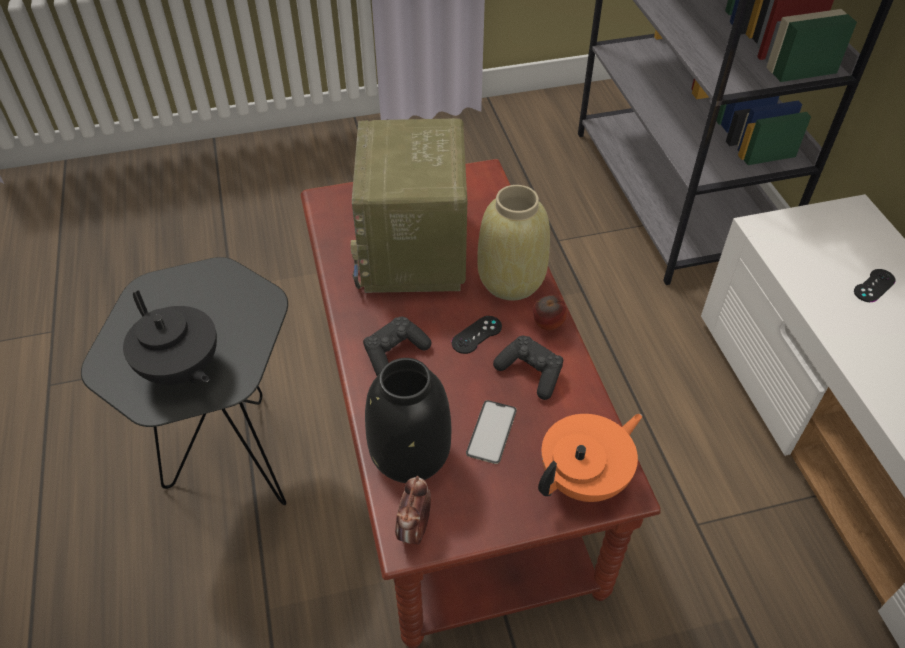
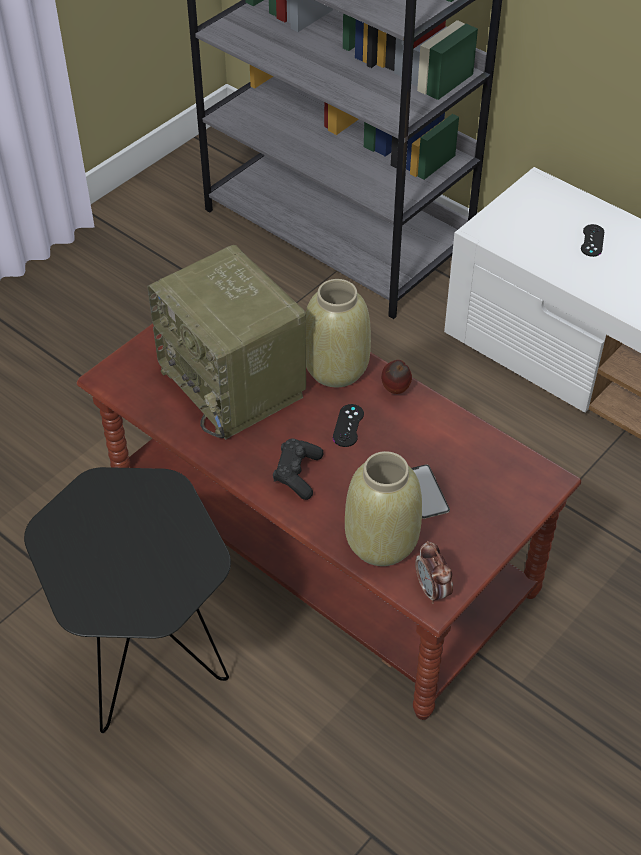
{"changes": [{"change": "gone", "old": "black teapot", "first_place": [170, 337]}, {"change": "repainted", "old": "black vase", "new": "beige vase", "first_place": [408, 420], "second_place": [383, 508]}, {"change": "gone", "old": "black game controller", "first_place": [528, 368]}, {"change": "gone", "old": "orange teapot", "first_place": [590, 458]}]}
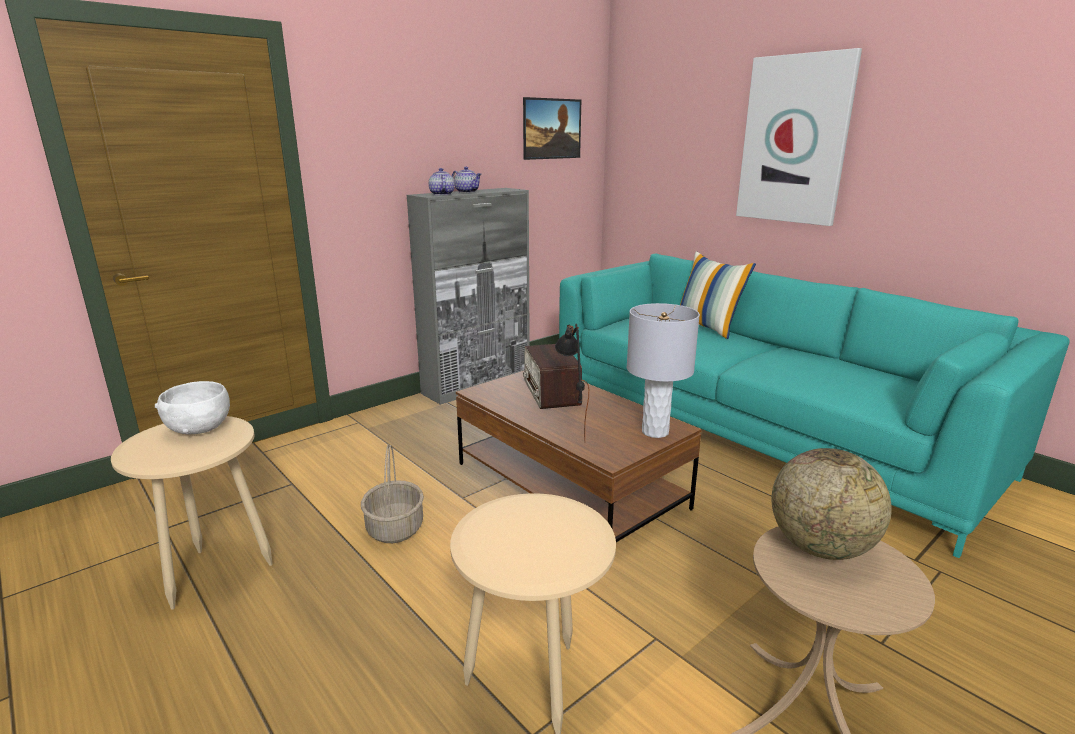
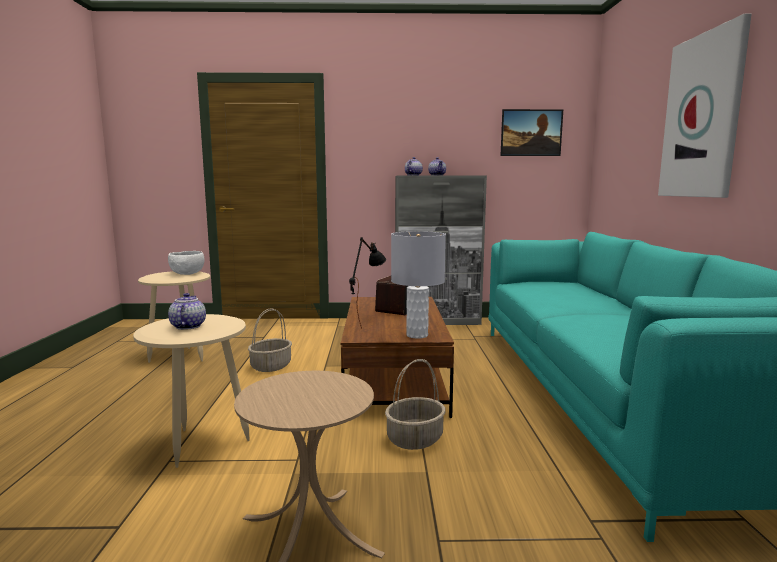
{"changes": [{"change": "gone", "old": "pillow", "first_place": [718, 295]}, {"change": "gone", "old": "globe", "first_place": [832, 504]}, {"change": "new", "new": "teapot", "second_place": [187, 311]}, {"change": "new", "new": "basket", "second_place": [415, 404]}]}
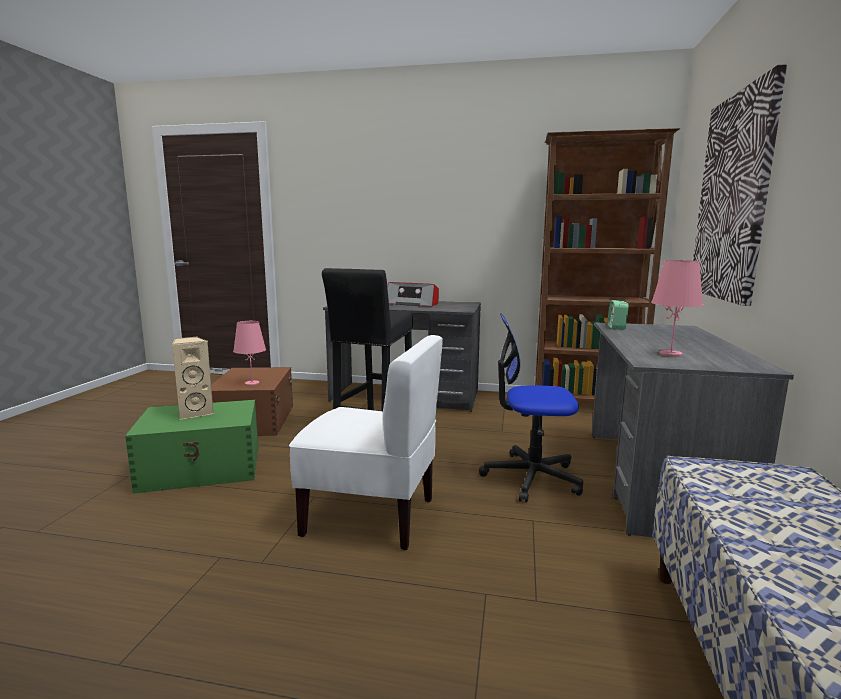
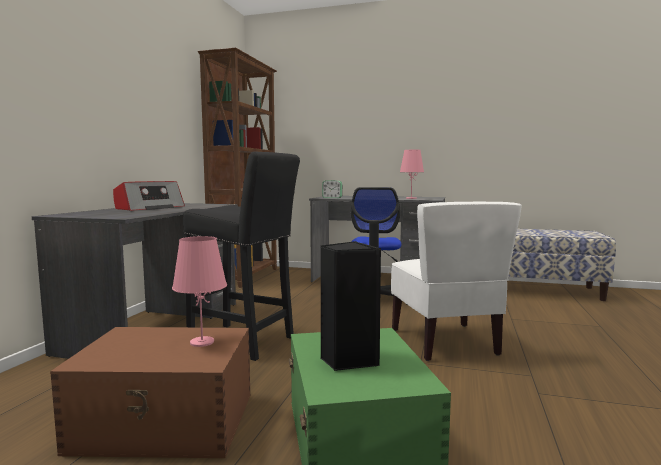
{"changes": [{"change": "repainted", "old": "beige speaker", "new": "black speaker", "first_place": [193, 378], "second_place": [351, 306]}, {"change": "rotated", "old": "white chair", "first_place": [366, 442], "second_place": [456, 281], "degrees": 150}, {"change": "gone", "old": "picture", "first_place": [740, 185]}]}
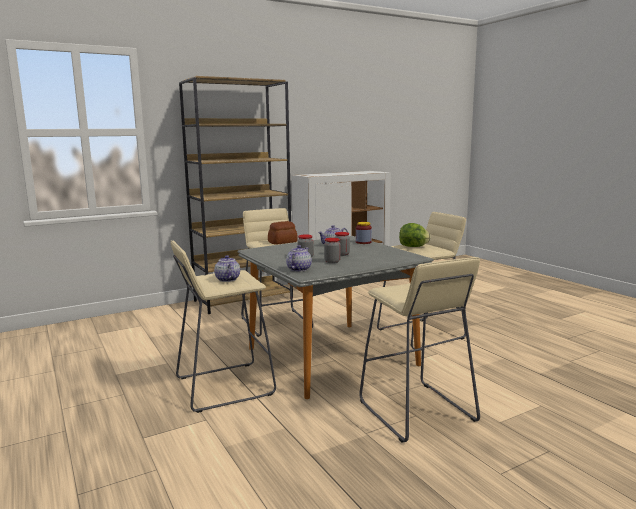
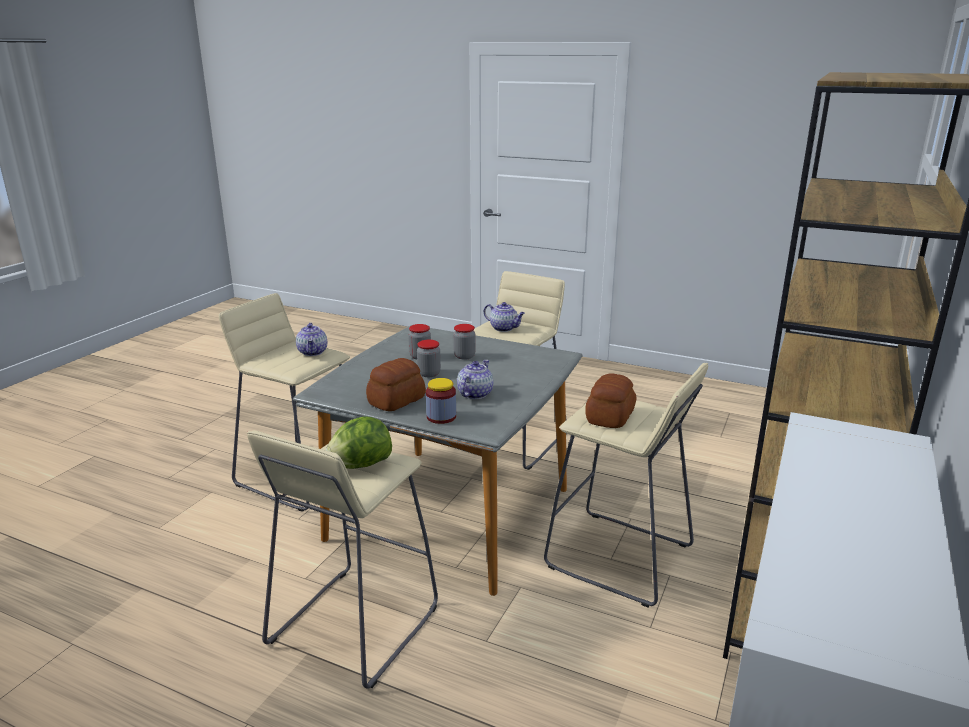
{"changes": [{"change": "shifted", "old": "teapot", "first_place": [299, 258], "second_place": [311, 339]}, {"change": "new", "new": "bread", "second_place": [396, 384]}]}
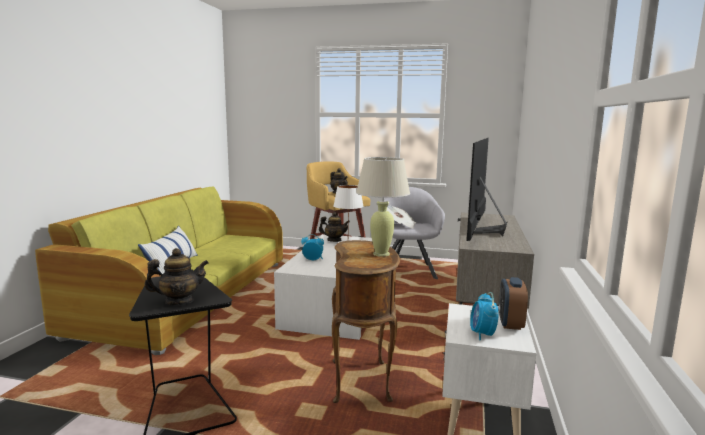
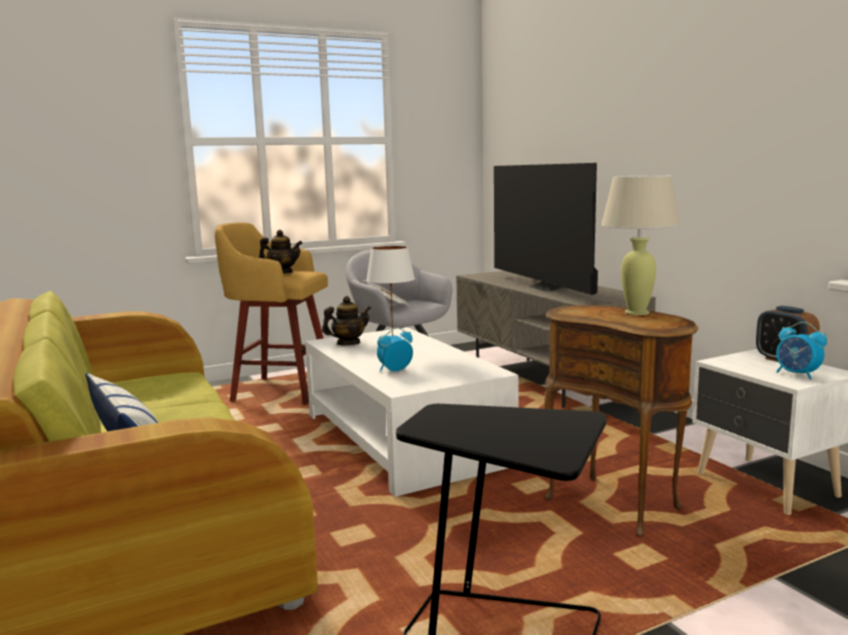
{"changes": [{"change": "gone", "old": "teapot", "first_place": [176, 277]}]}
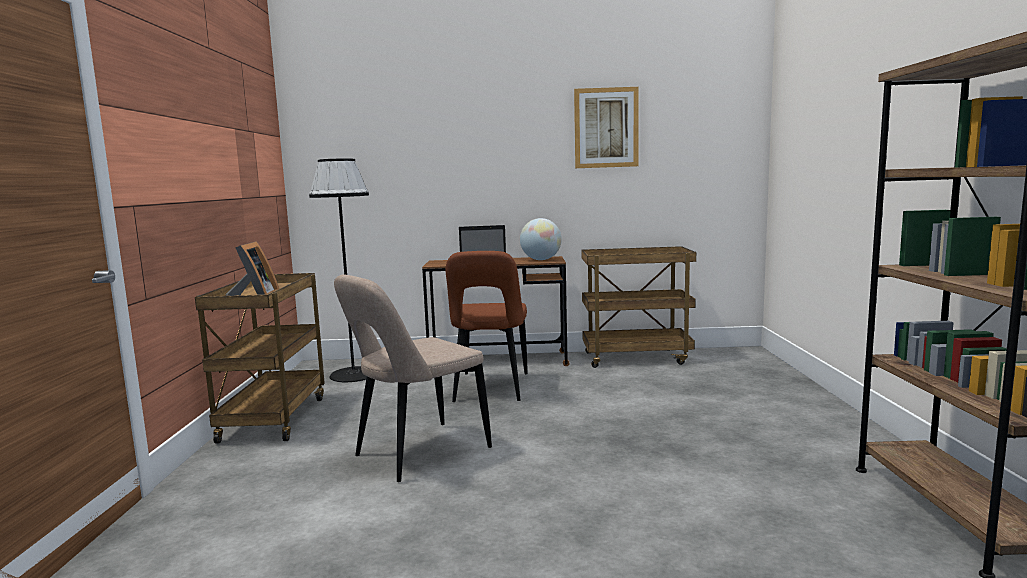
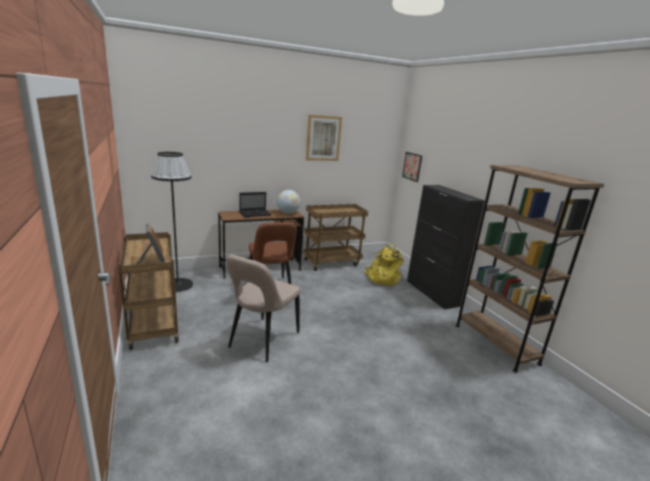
{"changes": [{"change": "new", "new": "yellow backpack", "second_place": [384, 265]}, {"change": "new", "new": "picture", "second_place": [412, 167]}, {"change": "new", "new": "black cabinet", "second_place": [446, 247]}]}
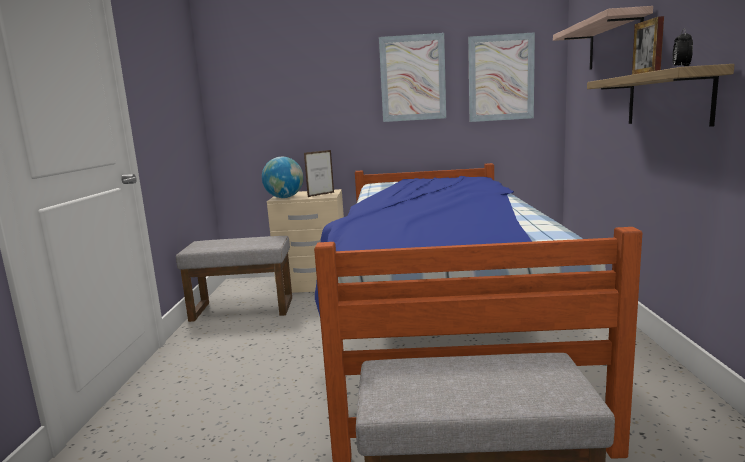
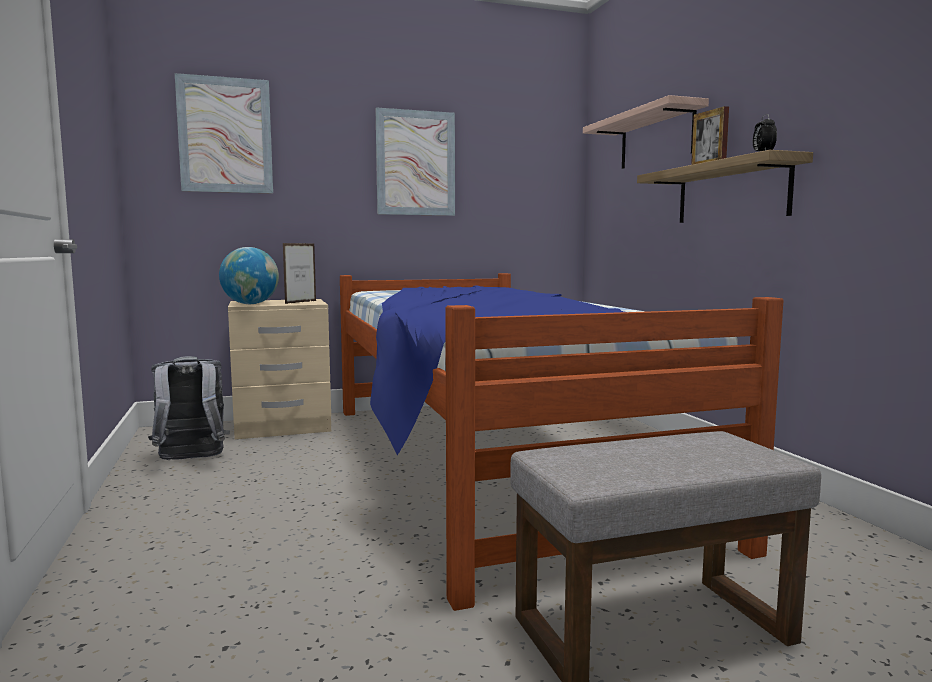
{"changes": [{"change": "swapped", "old": "grey ottoman", "new": "grey backpack", "first_place": [234, 279], "second_place": [189, 408]}, {"change": "shifted", "old": "picture", "first_place": [501, 77], "second_place": [224, 133]}]}
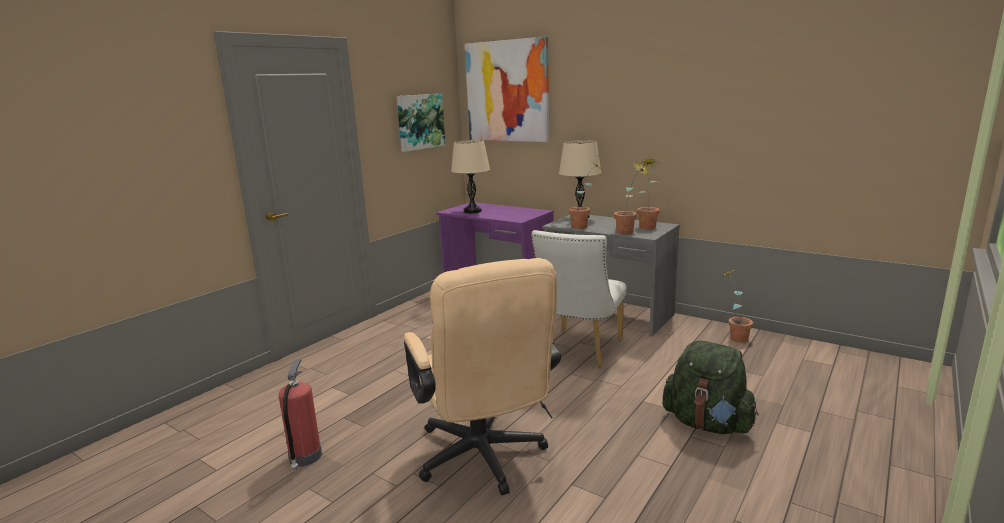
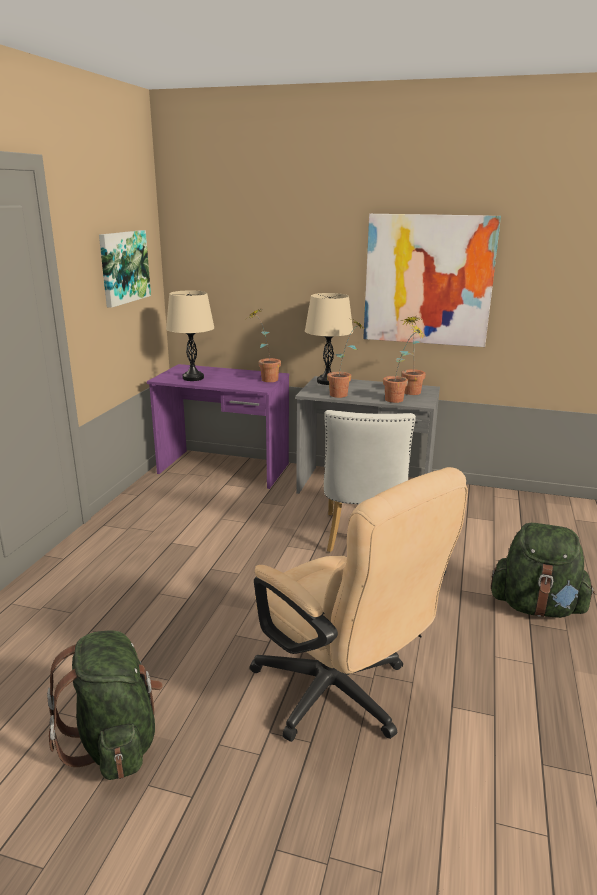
{"changes": [{"change": "swapped", "old": "fire extinguisher", "new": "green backpack", "first_place": [300, 416], "second_place": [105, 705]}, {"change": "shifted", "old": "picture", "first_place": [507, 89], "second_place": [432, 280]}, {"change": "shifted", "old": "potted plant", "first_place": [737, 306], "second_place": [264, 345]}]}
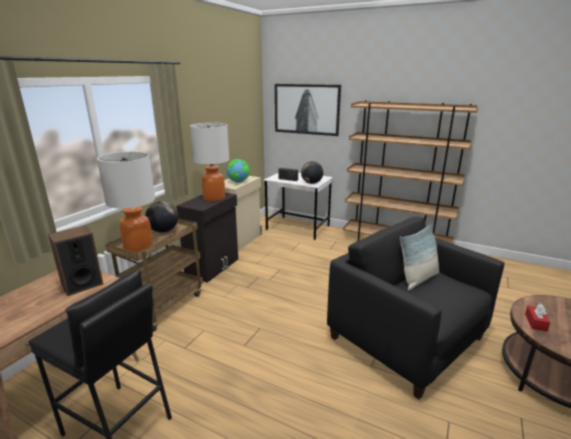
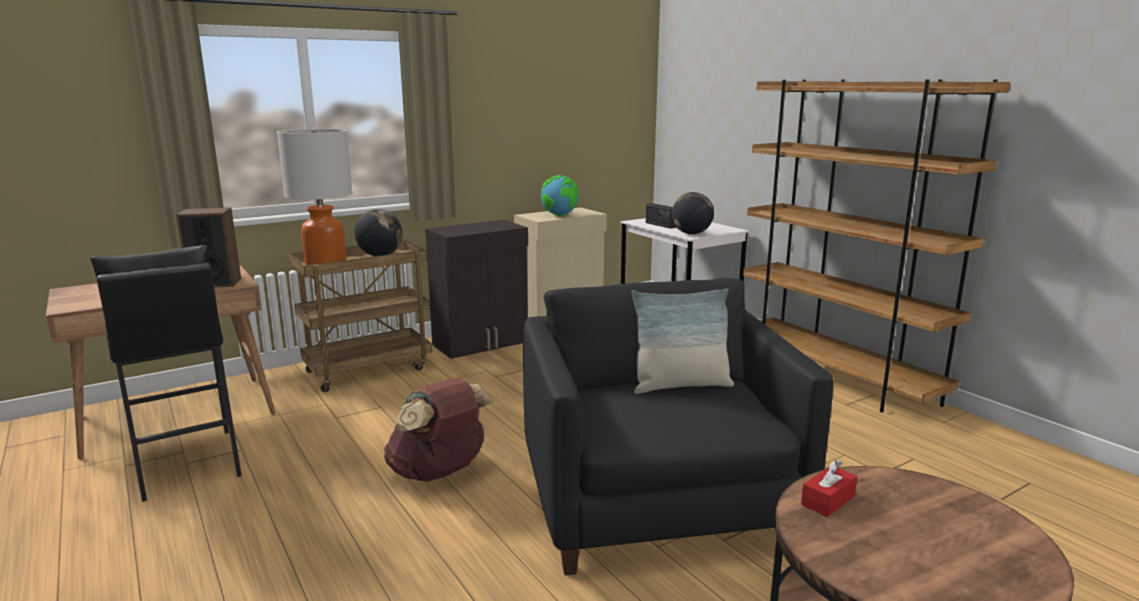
{"changes": [{"change": "gone", "old": "table lamp", "first_place": [209, 162]}, {"change": "gone", "old": "picture", "first_place": [308, 110]}, {"change": "new", "new": "brown backpack", "second_place": [439, 429]}]}
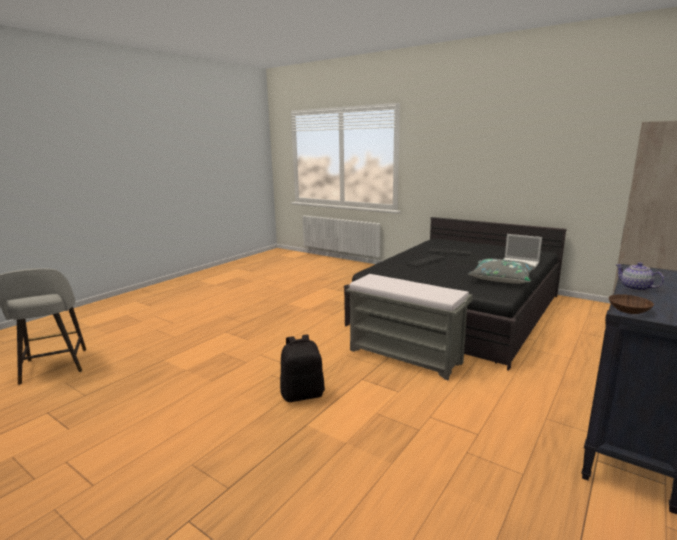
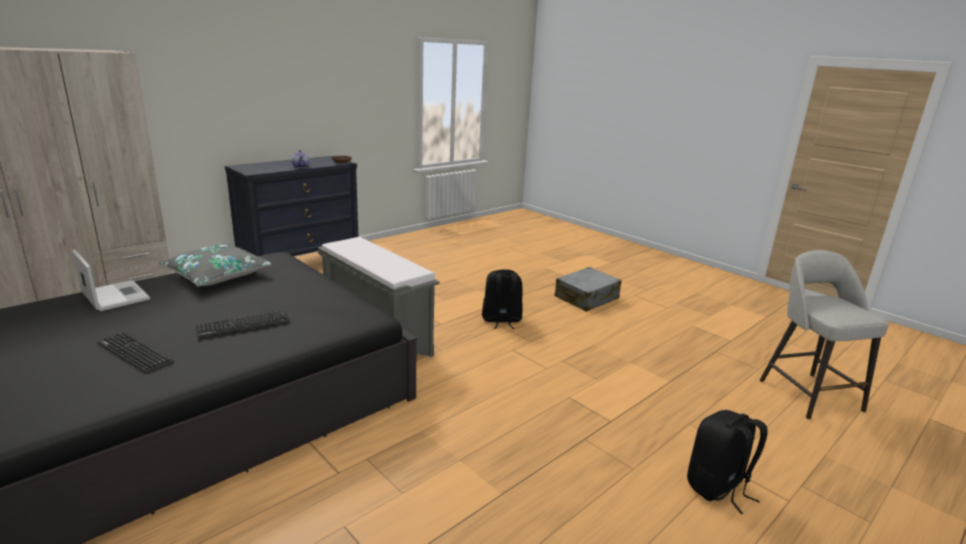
{"changes": [{"change": "new", "new": "grey suitcase", "second_place": [588, 289]}, {"change": "new", "new": "black backpack", "second_place": [727, 462]}]}
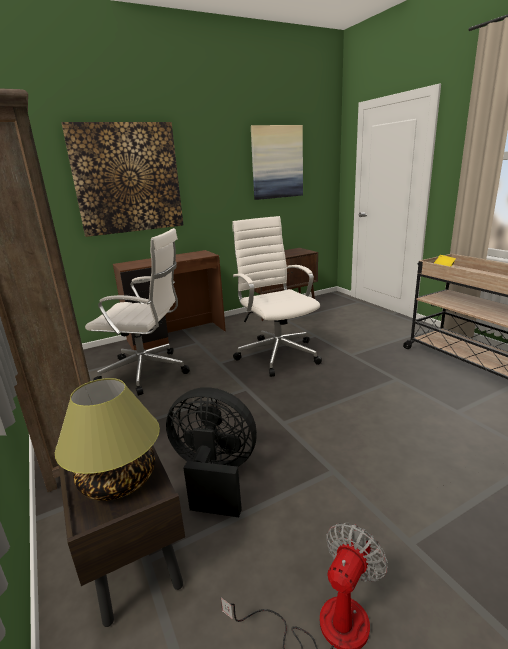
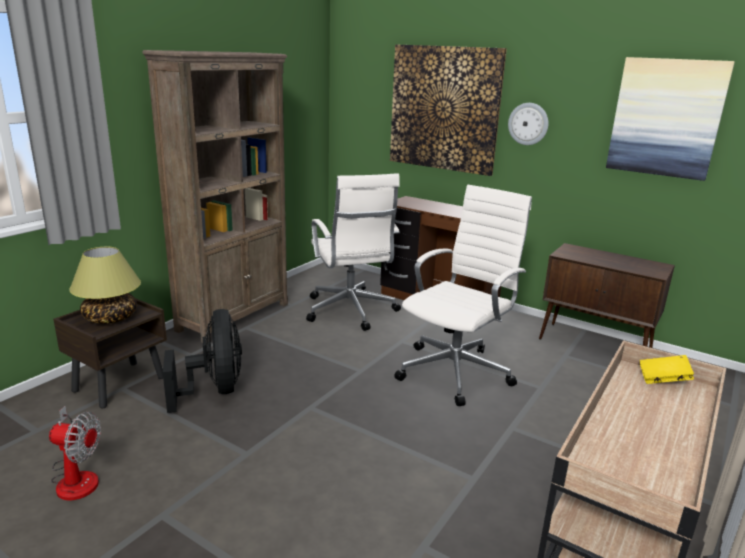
{"changes": [{"change": "new", "new": "wall clock", "second_place": [528, 124]}]}
